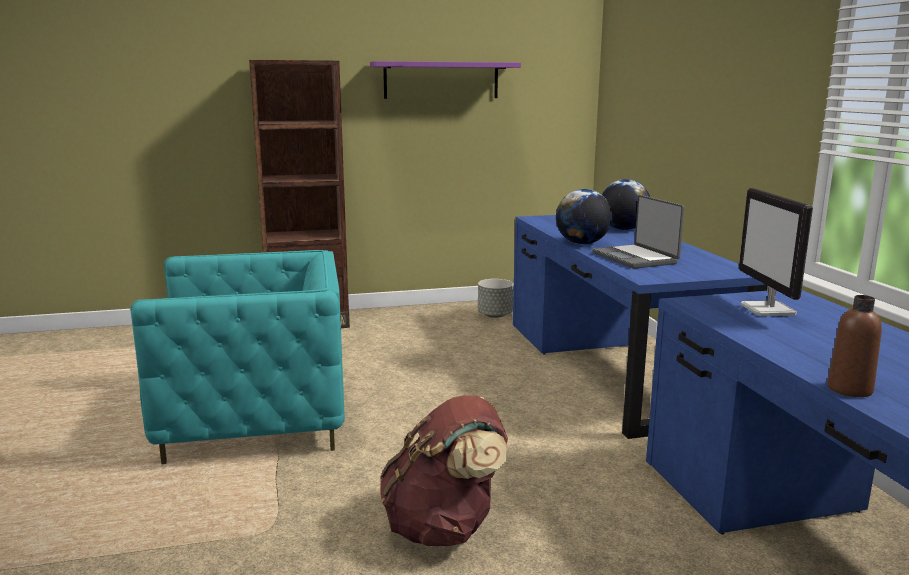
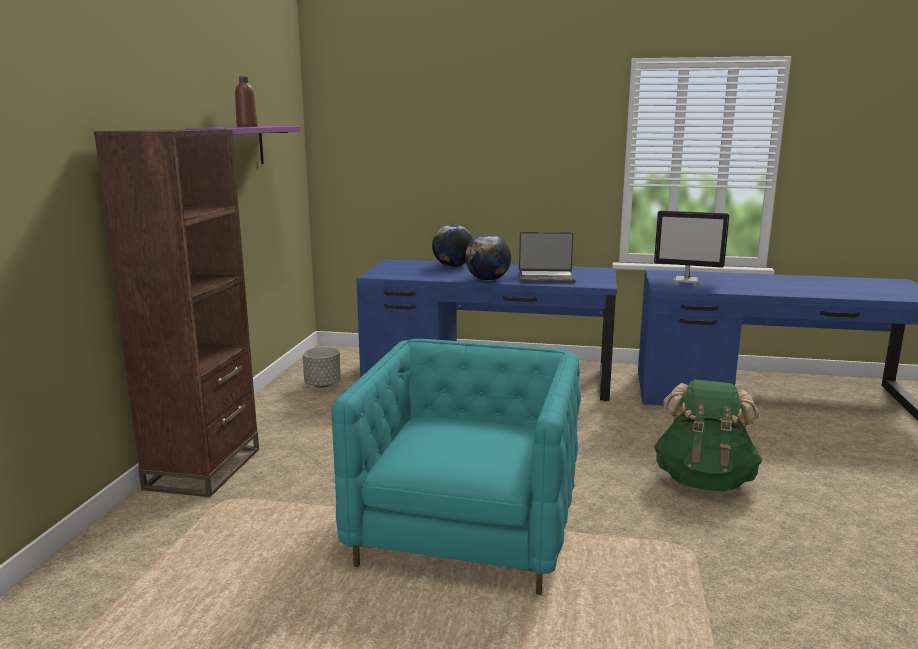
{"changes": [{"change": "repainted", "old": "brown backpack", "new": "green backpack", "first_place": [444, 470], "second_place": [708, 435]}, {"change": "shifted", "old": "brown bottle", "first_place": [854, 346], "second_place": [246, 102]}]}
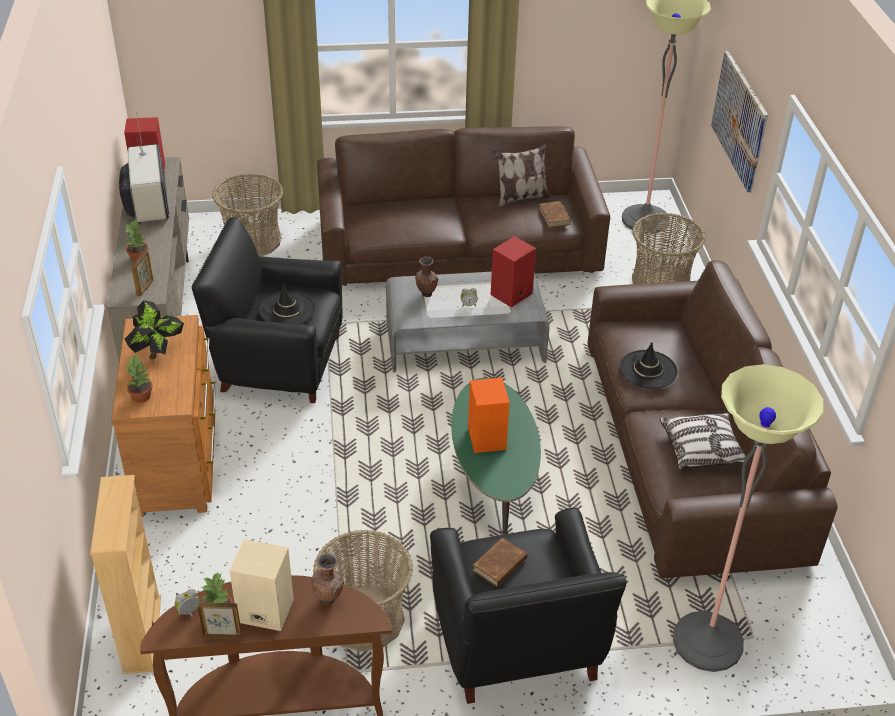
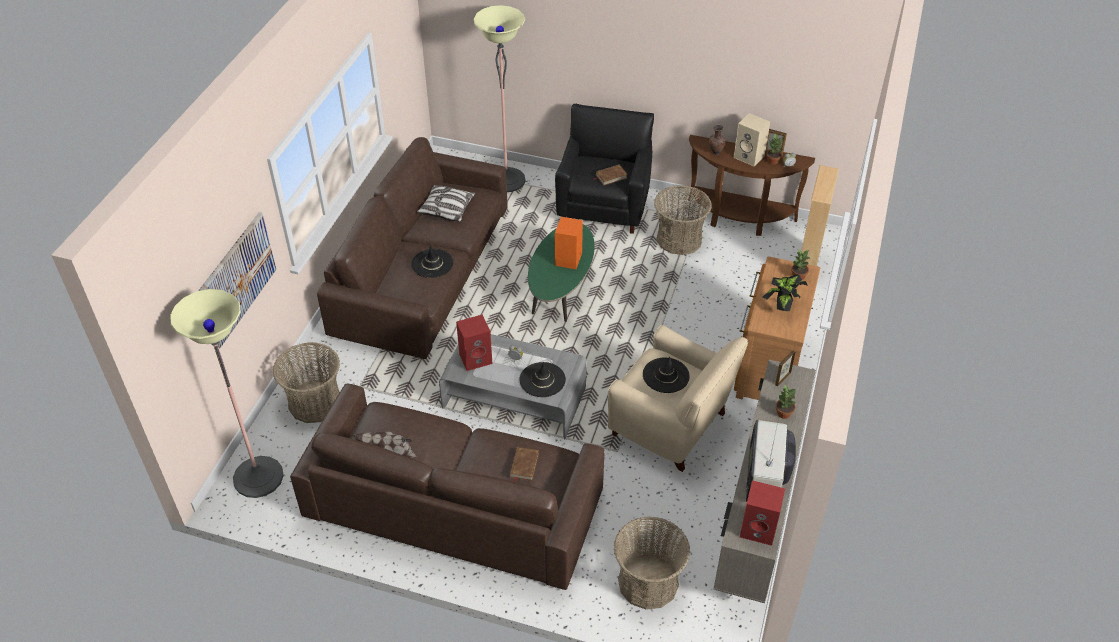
{"changes": [{"change": "repainted", "old": "black armchair", "new": "beige armchair", "first_place": [267, 310], "second_place": [678, 398]}, {"change": "swapped", "old": "brown vase", "new": "black hat", "first_place": [426, 277], "second_place": [542, 379]}, {"change": "shifted", "old": "brown book", "first_place": [555, 214], "second_place": [524, 464]}]}
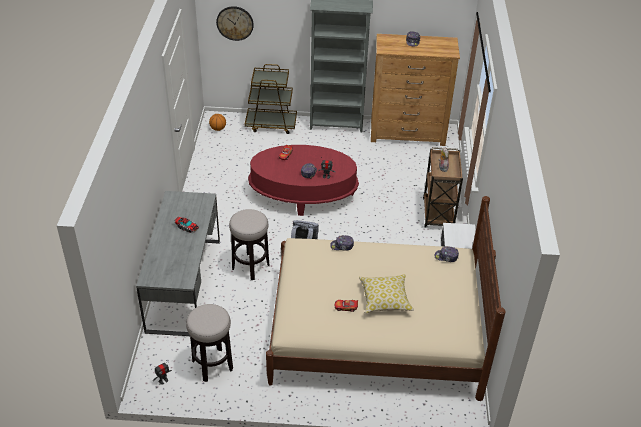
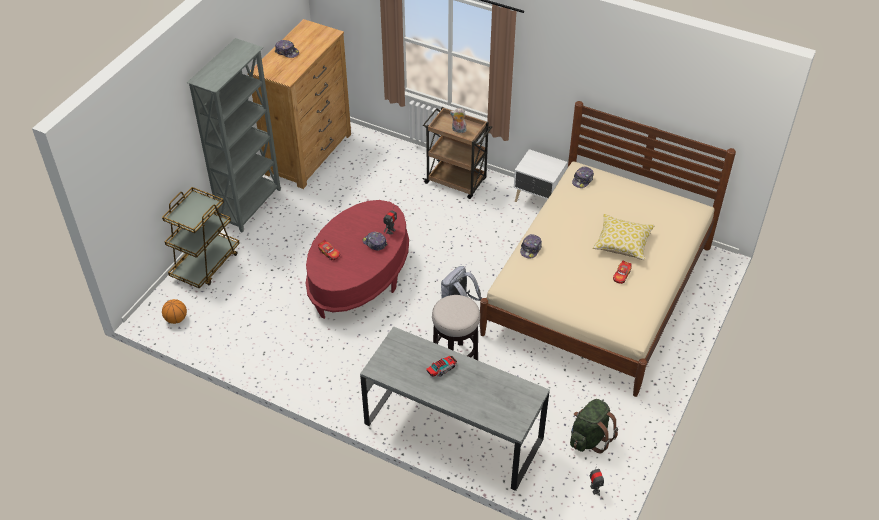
{"changes": [{"change": "swapped", "old": "stool", "new": "green backpack", "first_place": [209, 343], "second_place": [594, 426]}, {"change": "gone", "old": "wall clock", "first_place": [235, 23]}]}
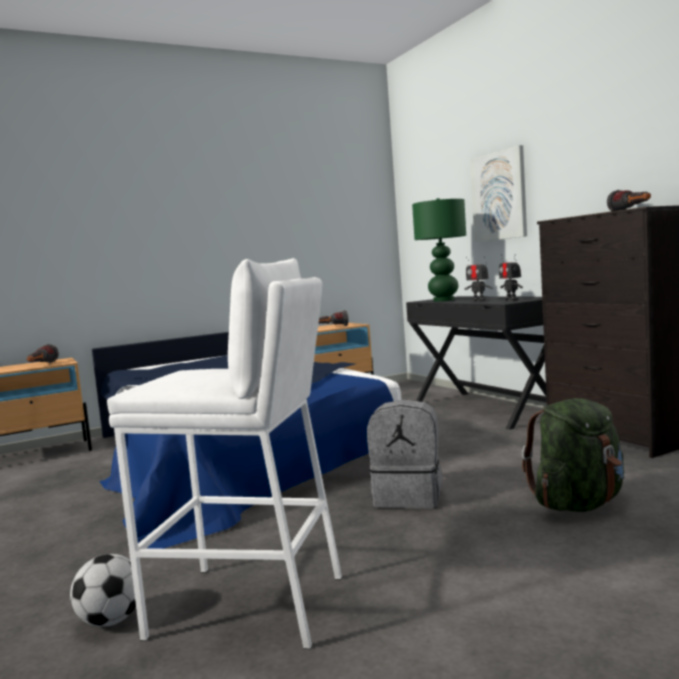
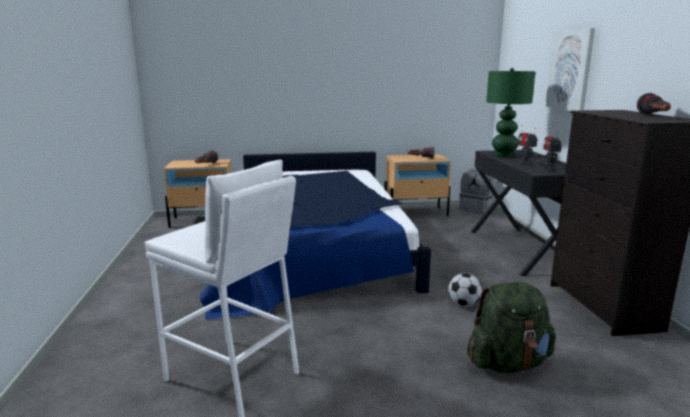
{"changes": [{"change": "shifted", "old": "football", "first_place": [103, 590], "second_place": [465, 290]}, {"change": "shifted", "old": "grey backpack", "first_place": [404, 454], "second_place": [476, 191]}]}
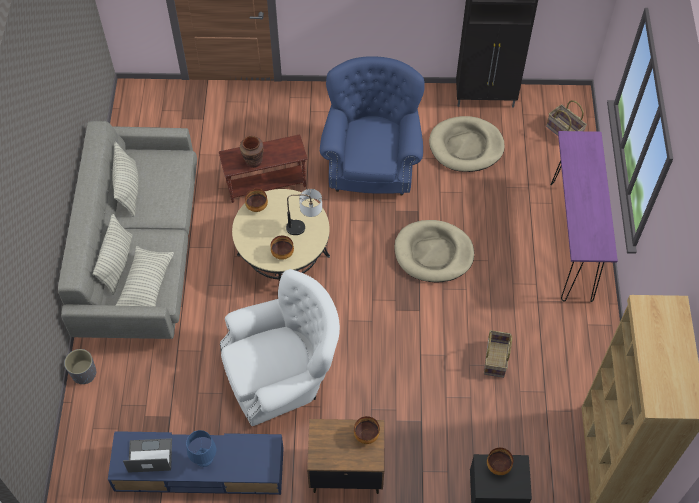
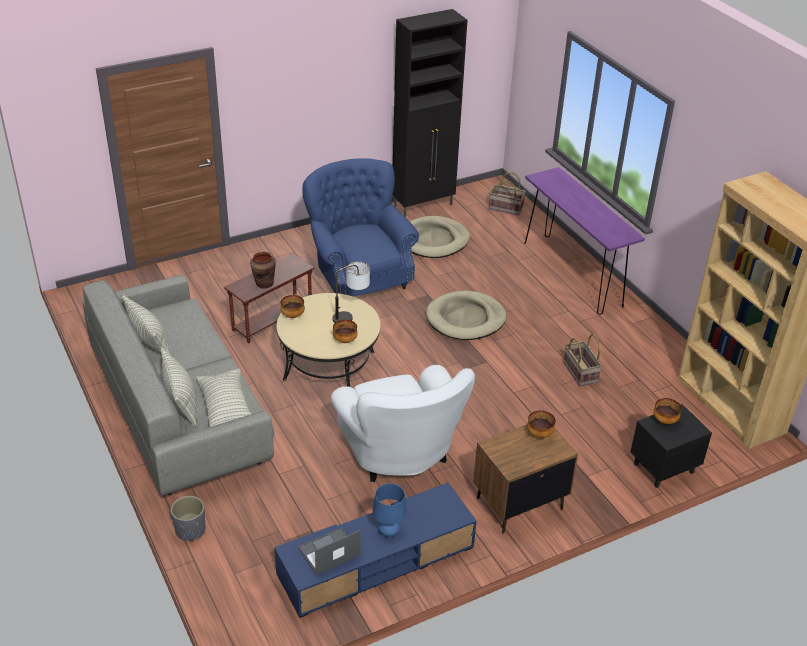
{"changes": [{"change": "rotated", "old": "white armchair", "first_place": [280, 347], "second_place": [403, 423], "degrees": 120}]}
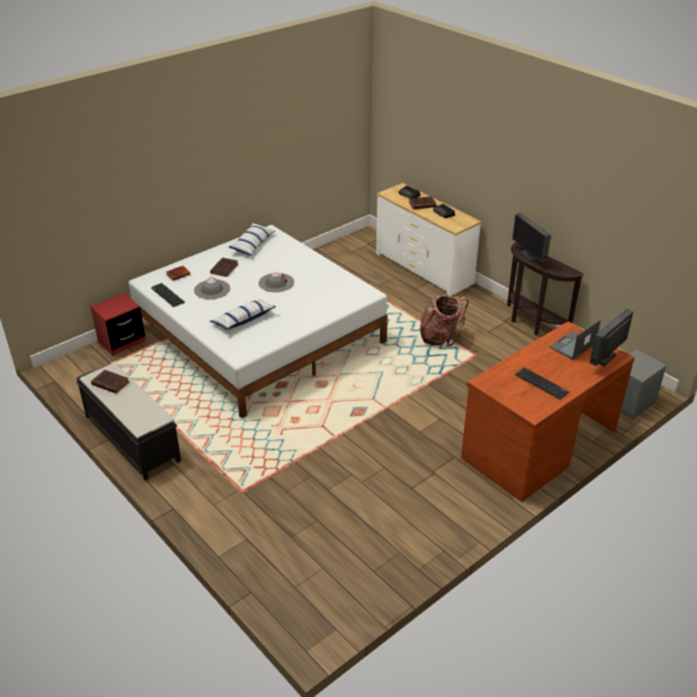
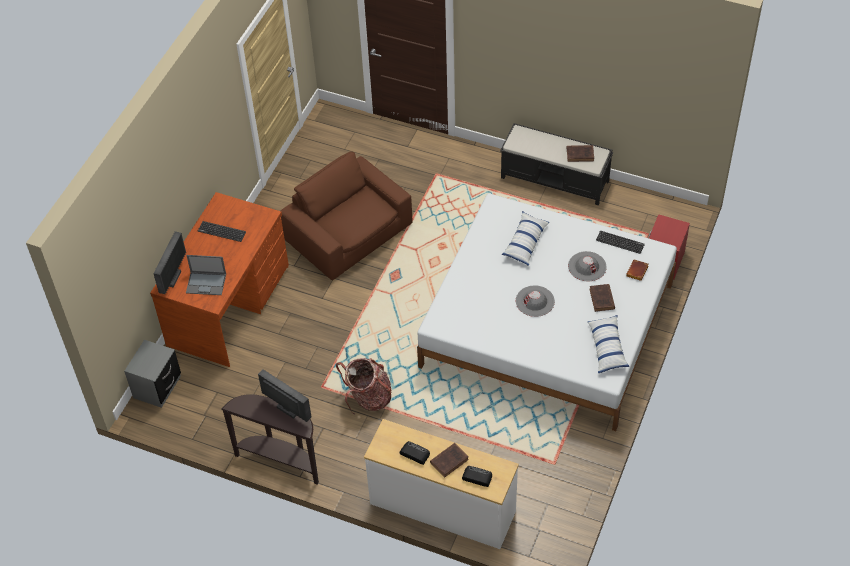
{"changes": [{"change": "rotated", "old": "laptop", "first_place": [575, 339], "second_place": [206, 275], "degrees": 75}, {"change": "new", "new": "brown armchair", "second_place": [347, 216]}]}
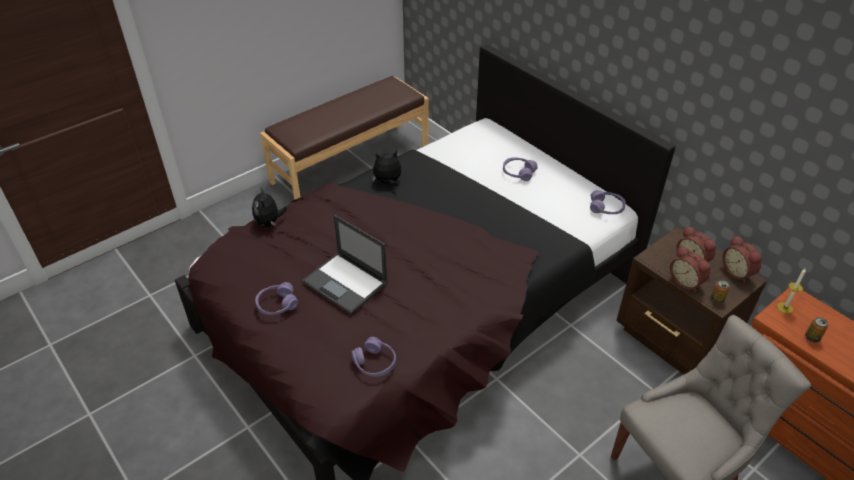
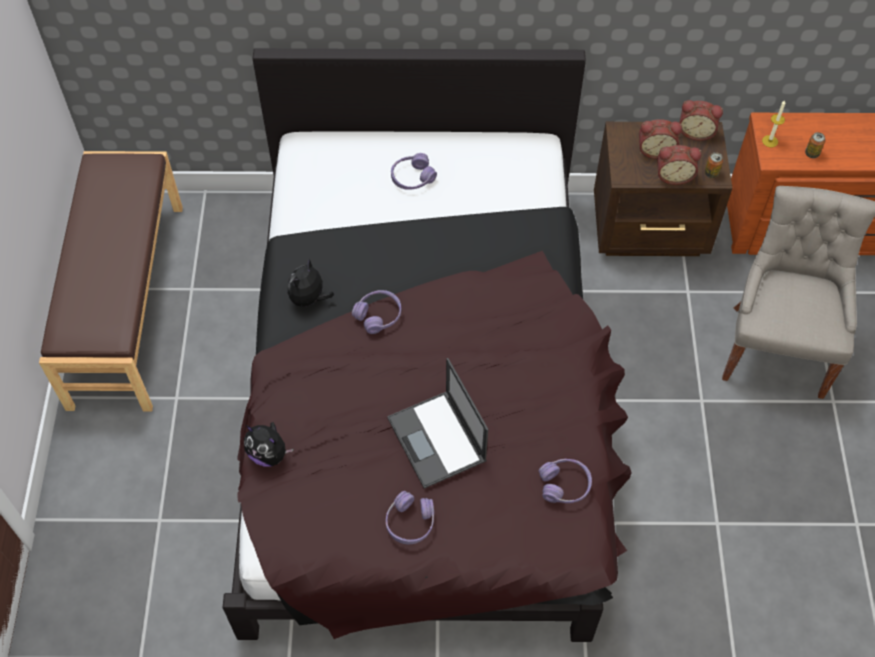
{"changes": [{"change": "rotated", "old": "laptop", "first_place": [345, 264], "second_place": [437, 423], "degrees": 75}, {"change": "shifted", "old": "purple headphones", "first_place": [608, 202], "second_place": [376, 312]}]}
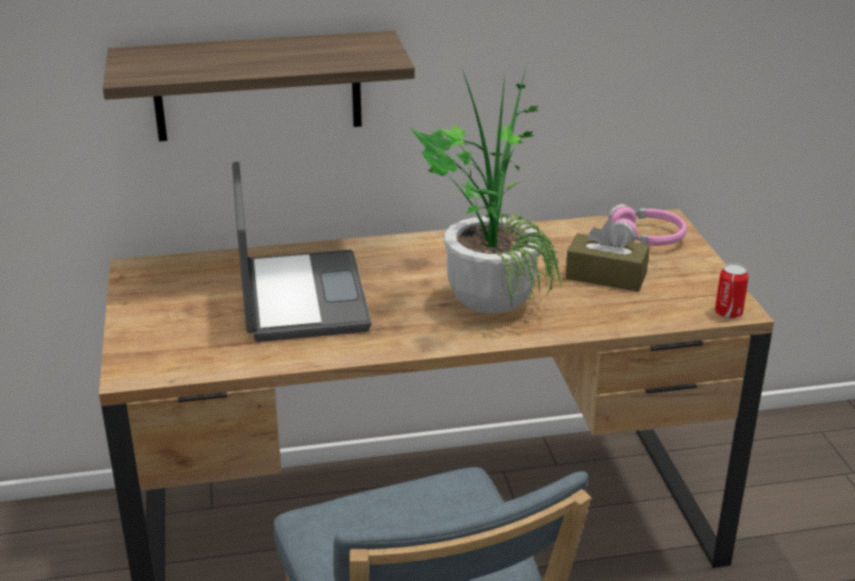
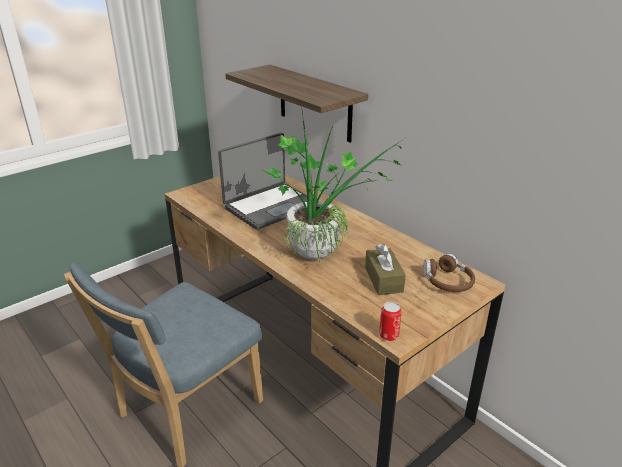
{"changes": [{"change": "repainted", "old": "pink headphones", "new": "brown headphones", "first_place": [647, 225], "second_place": [449, 272]}]}
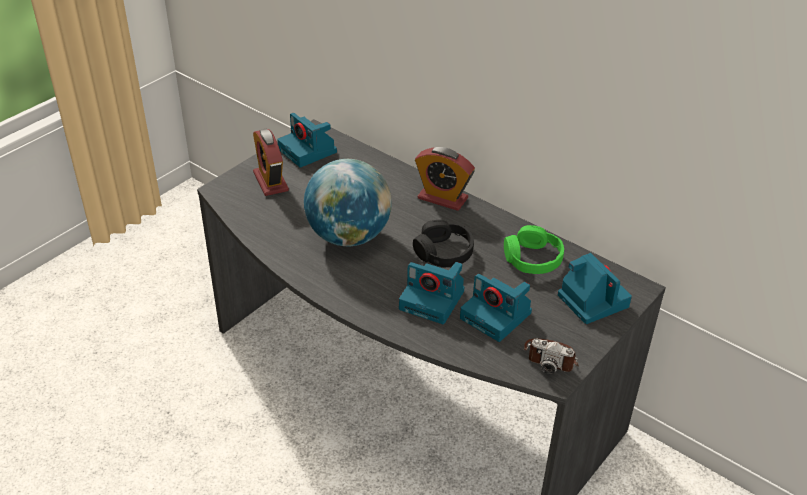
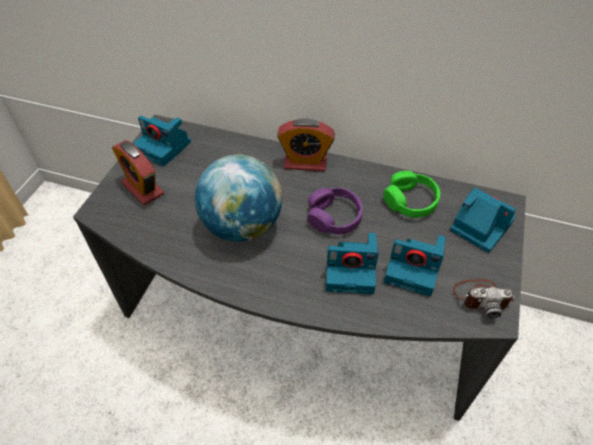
{"changes": [{"change": "repainted", "old": "black headphones", "new": "purple headphones", "first_place": [443, 243], "second_place": [335, 211]}]}
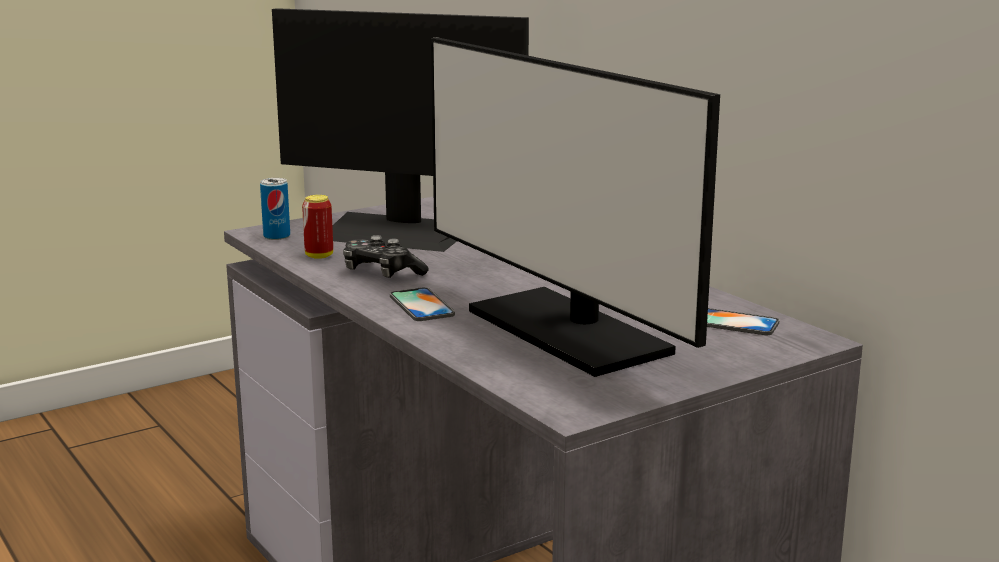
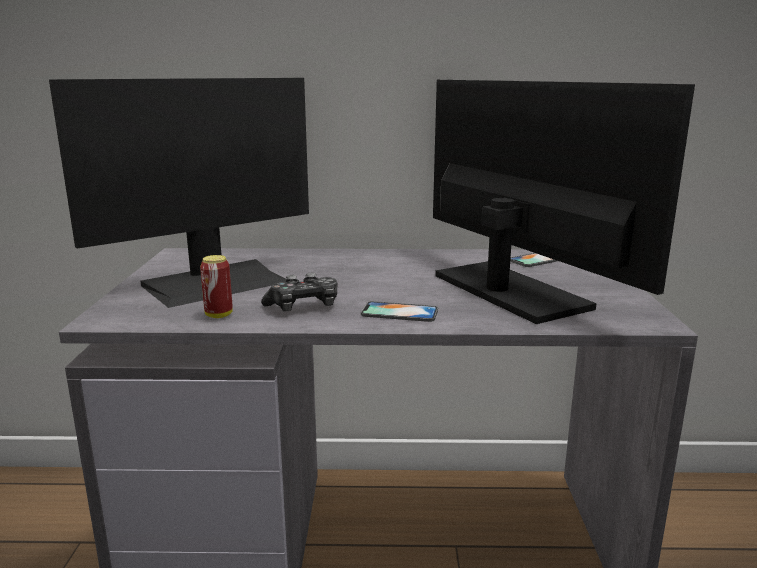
{"changes": [{"change": "gone", "old": "can", "first_place": [275, 209]}, {"change": "rotated", "old": "monitor", "first_place": [575, 207], "second_place": [564, 202], "degrees": -120}]}
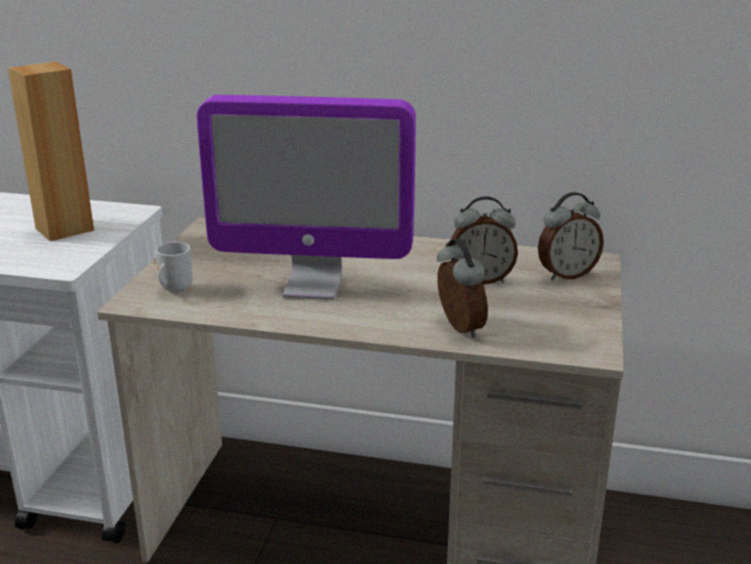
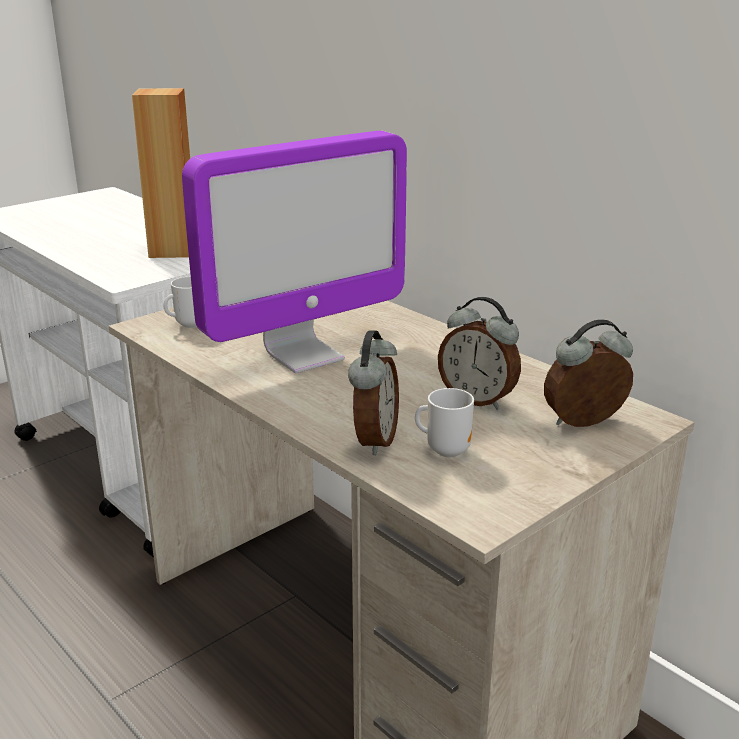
{"changes": [{"change": "rotated", "old": "monitor", "first_place": [306, 197], "second_place": [294, 252], "degrees": -75}, {"change": "rotated", "old": "alarm clock", "first_place": [571, 236], "second_place": [588, 373], "degrees": 150}, {"change": "new", "new": "mug", "second_place": [444, 422]}]}
